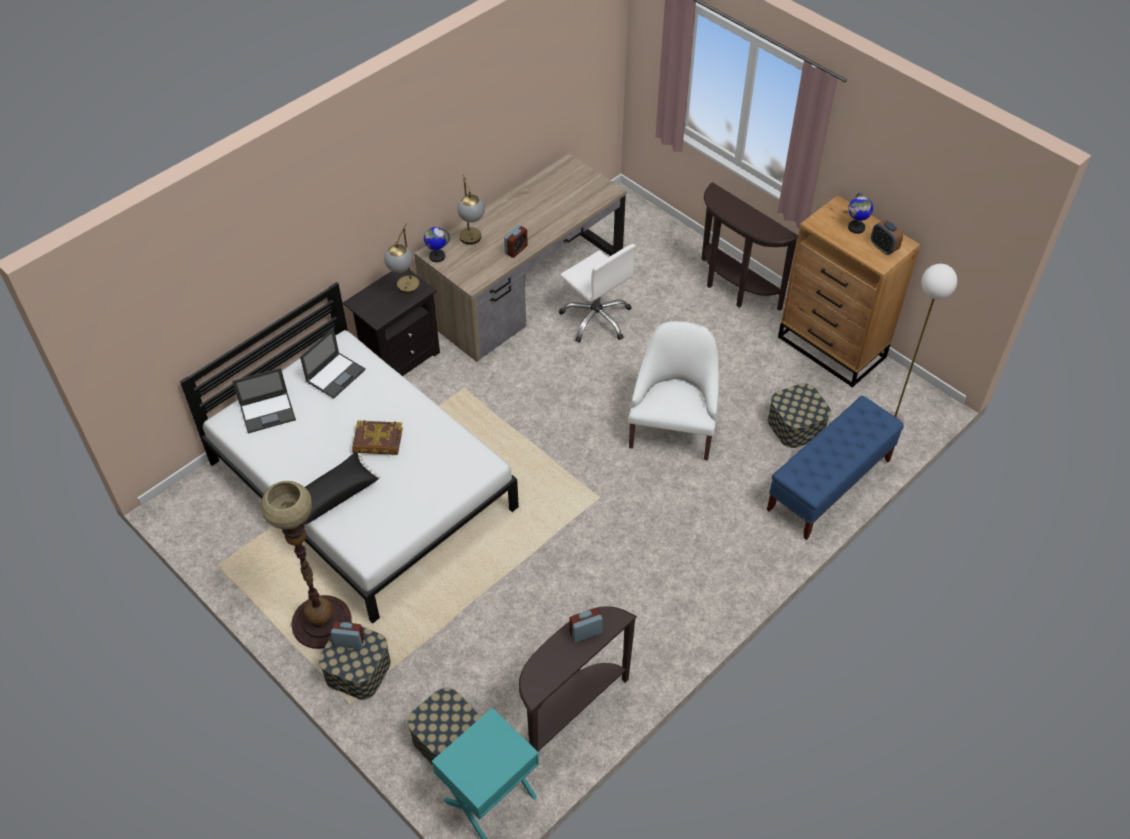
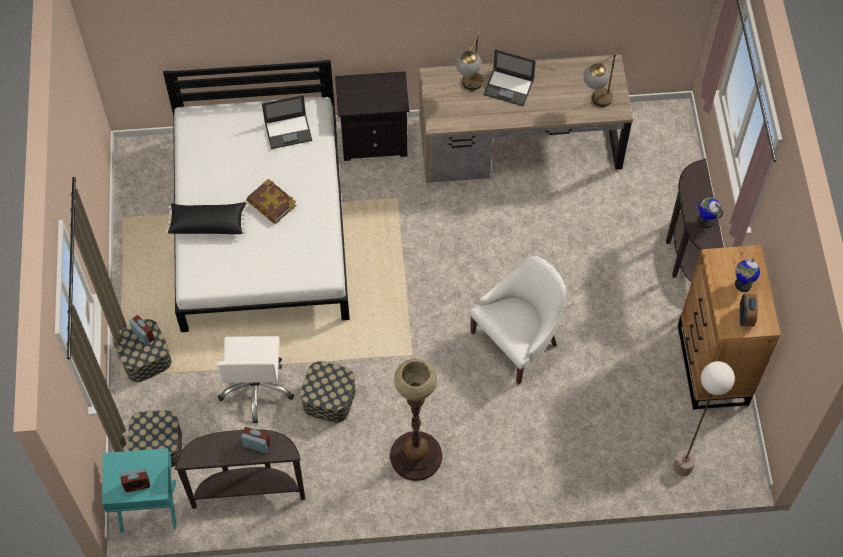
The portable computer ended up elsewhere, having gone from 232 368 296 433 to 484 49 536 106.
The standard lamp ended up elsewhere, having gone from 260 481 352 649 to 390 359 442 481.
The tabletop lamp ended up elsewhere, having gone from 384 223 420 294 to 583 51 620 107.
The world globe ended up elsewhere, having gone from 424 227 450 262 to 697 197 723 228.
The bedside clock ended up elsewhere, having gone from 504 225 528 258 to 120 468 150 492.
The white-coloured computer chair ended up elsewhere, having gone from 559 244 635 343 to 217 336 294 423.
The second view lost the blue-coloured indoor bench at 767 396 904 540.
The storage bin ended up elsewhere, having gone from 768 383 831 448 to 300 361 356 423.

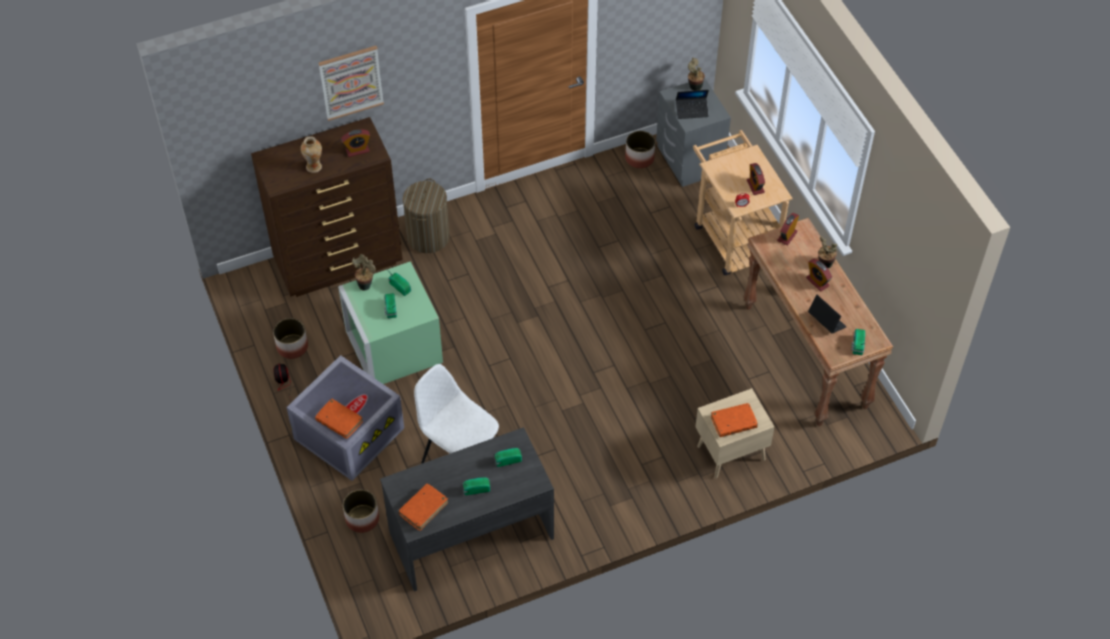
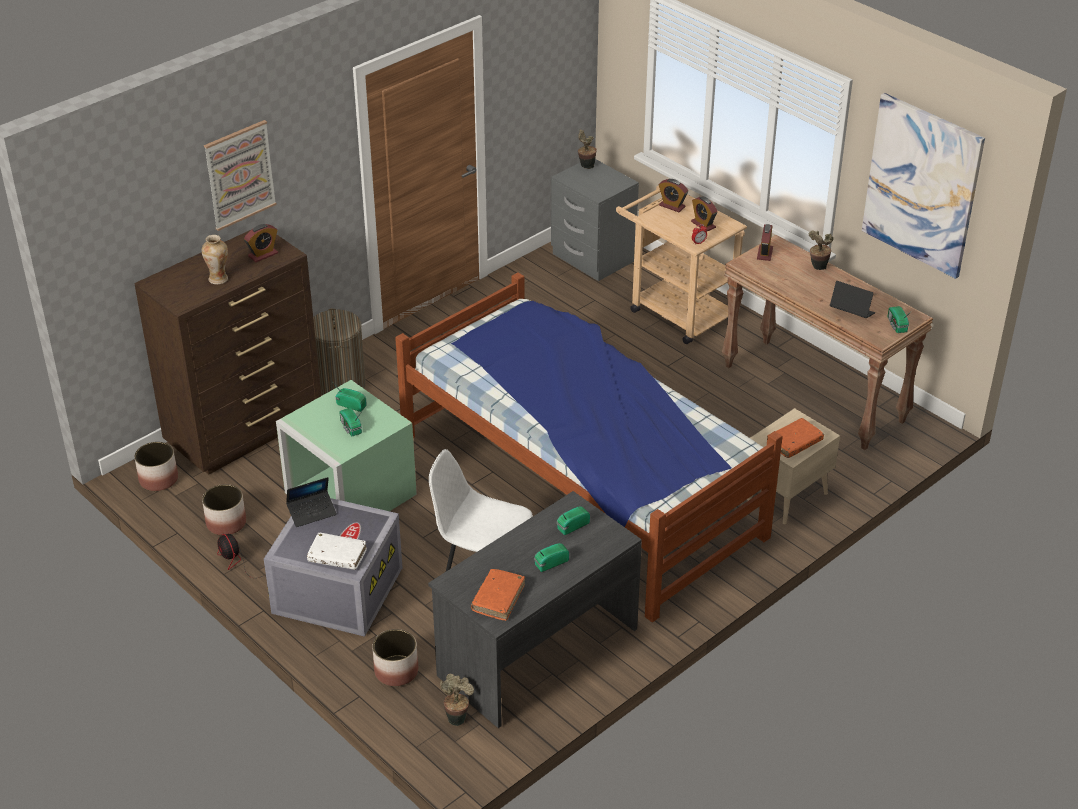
What was the orangey book at 315 399 363 439 turned into the white-coloured book at 307 533 367 570.
The plant in a pot ended up elsewhere, having gone from 352 254 376 291 to 440 674 474 726.
The flower pot ended up elsewhere, having gone from 625 131 655 169 to 134 442 178 491.
The portable computer ended up elsewhere, having gone from 676 90 709 119 to 286 477 337 527.
The bedside clock ended up elsewhere, having gone from 806 259 832 292 to 659 179 688 212.
The second view gained the bedroom bed at 395 273 782 622.
The second view gained the wall art at 862 93 985 279.

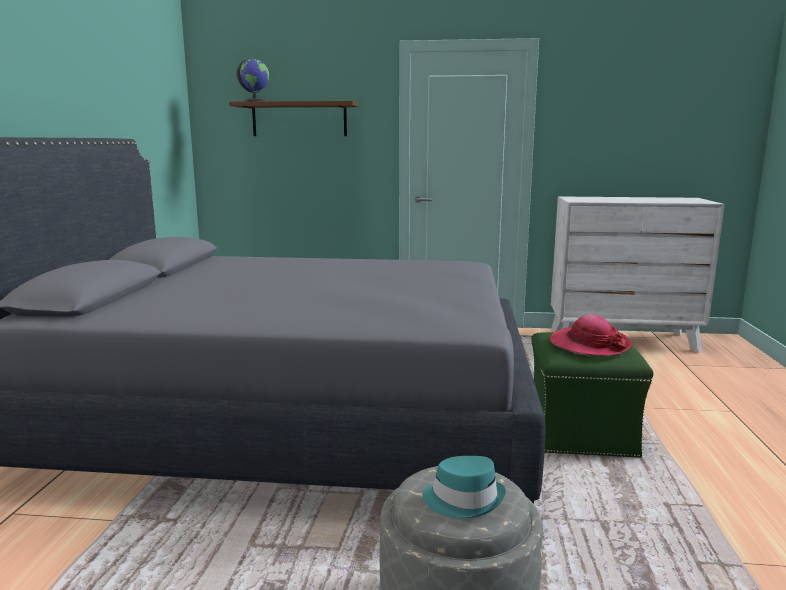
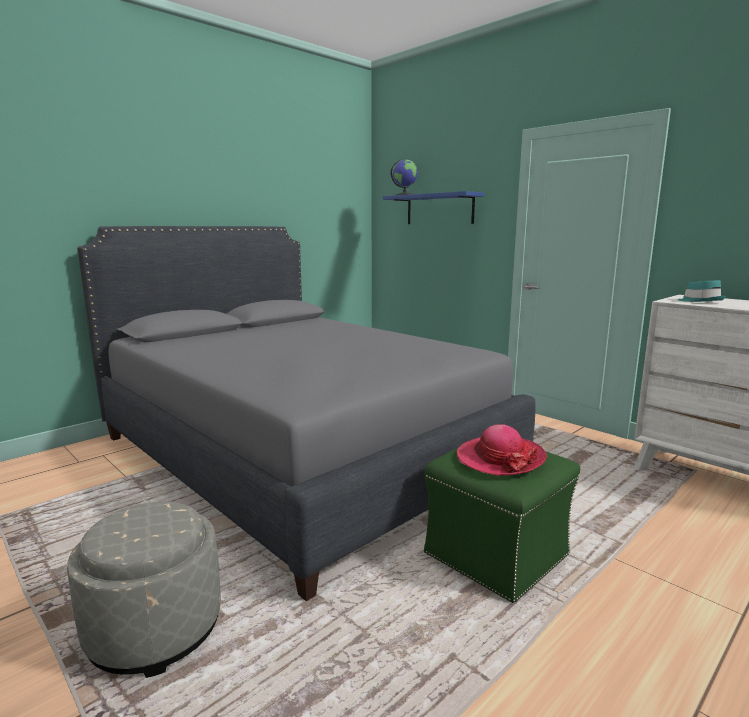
What was the brownish bracket shelf at 229 101 358 136 turned into the blue-coloured bracket shelf at 383 191 484 224.
The turquoise hat ended up elsewhere, having gone from 422 456 506 518 to 677 281 726 302.

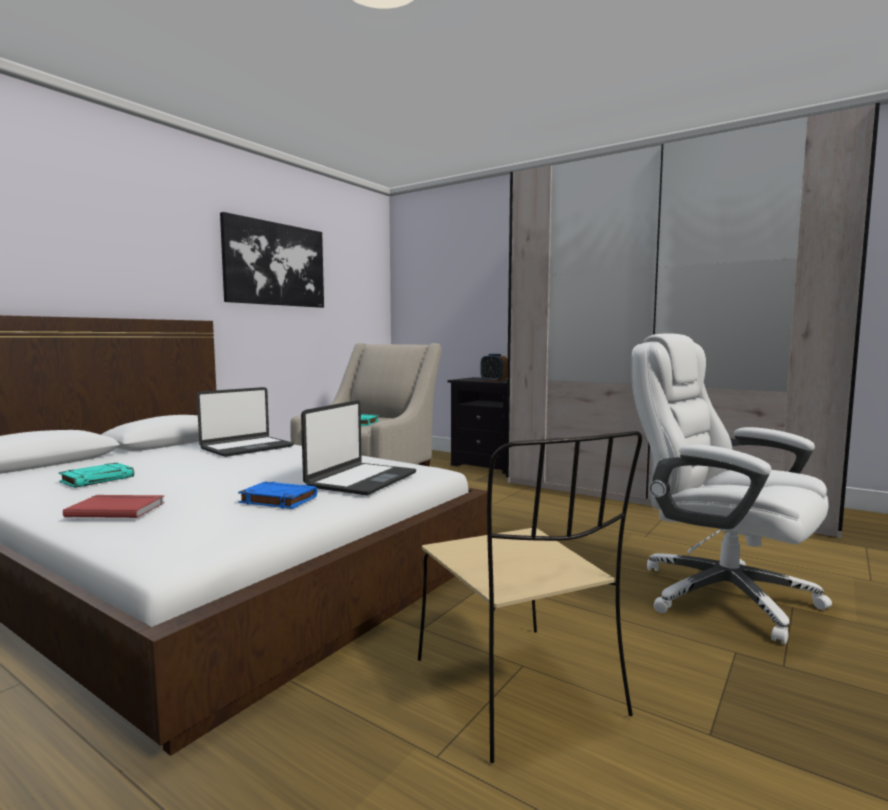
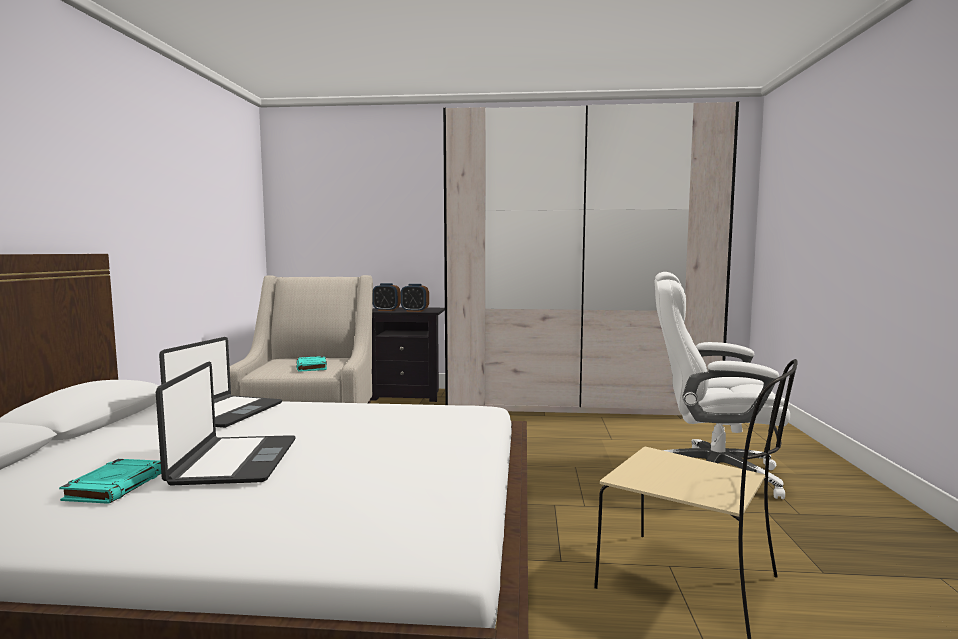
The second view lost the red-coloured book at 63 495 165 518.
The second view lost the wall art at 220 212 324 308.
The second view lost the blue-coloured book at 238 482 317 509.
The portable computer ended up elsewhere, having gone from 301 400 416 495 to 156 361 296 485.
The second view gained the bedside clock at 373 283 401 311.

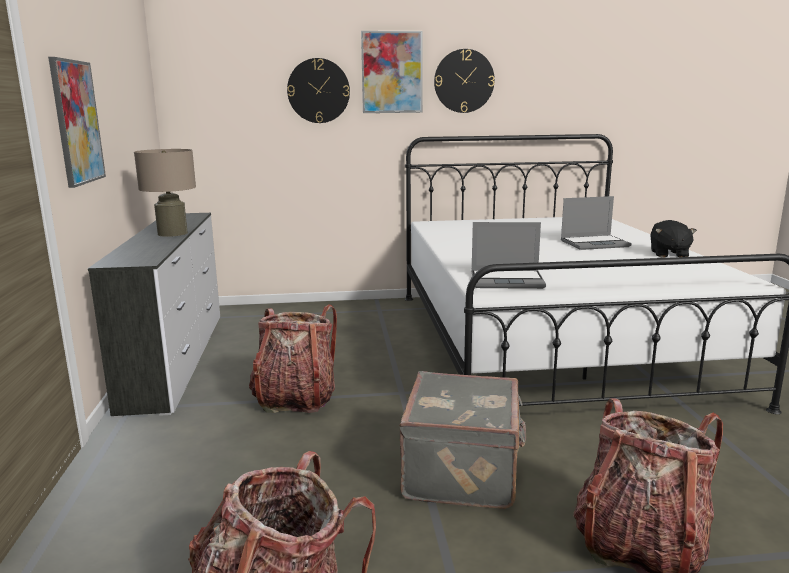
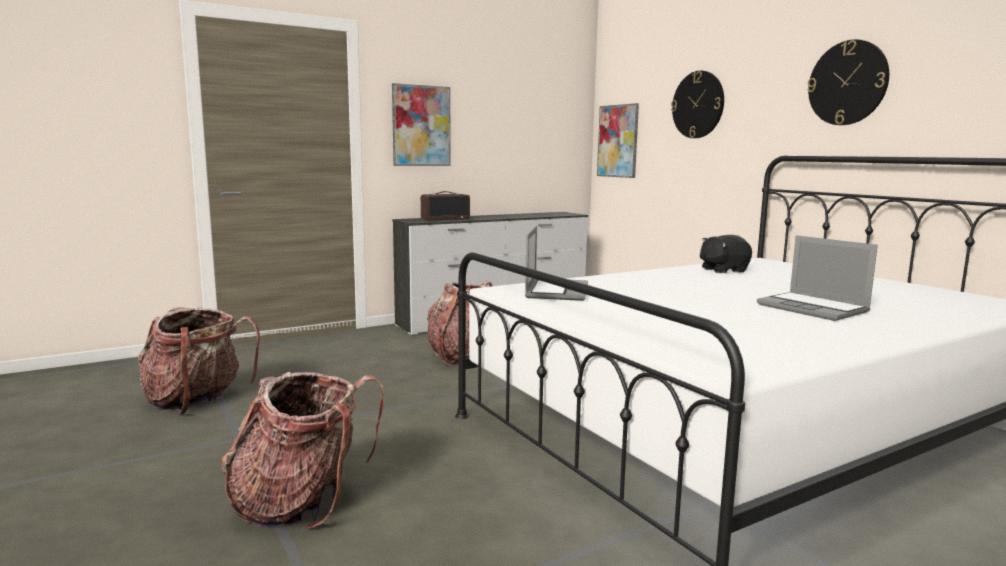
The second view lost the sand-coloured tabletop lamp at 134 149 196 237.
The wall art ended up elsewhere, having gone from 361 31 423 113 to 597 103 639 178.
The second view lost the gray suitcase at 399 371 526 509.
The portable computer at 471 222 546 289 ended up facing another way, 150 degrees counterclockwise from before.
The black-coloured soft toy ended up elsewhere, having gone from 650 220 697 257 to 700 235 752 273.
The second view gained the radio set at 421 191 470 221.

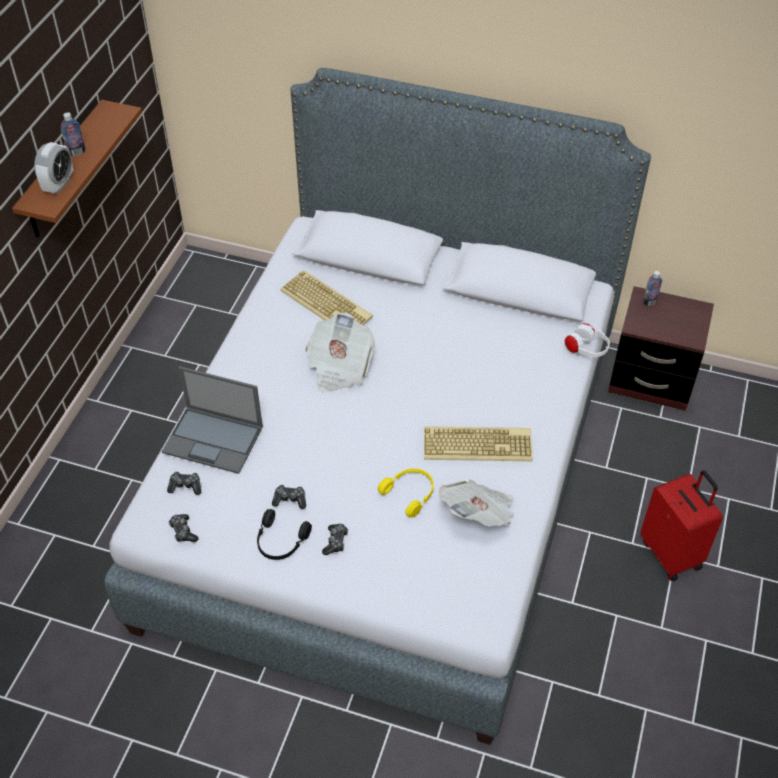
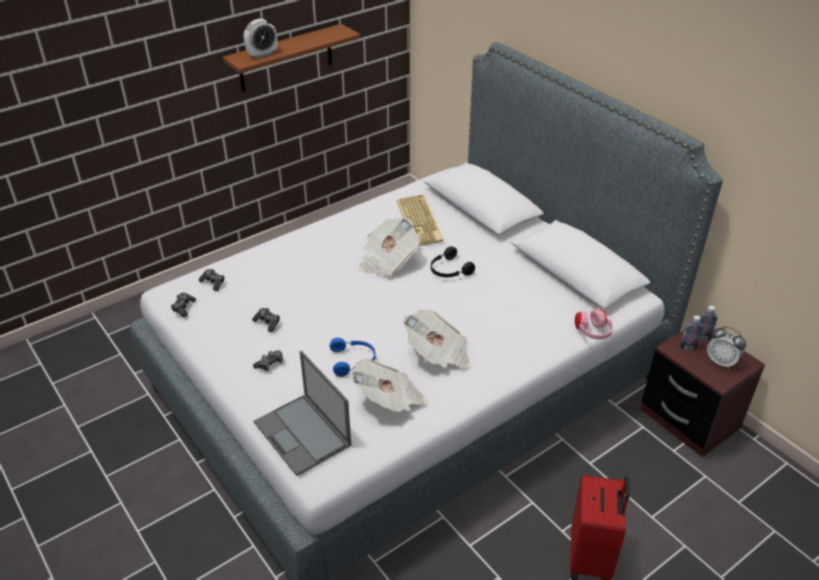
The bottle ended up elsewhere, having gone from 61 112 86 156 to 680 315 703 351.
The portable computer ended up elsewhere, having gone from 162 366 263 474 to 254 350 351 476.
The black-coloured headphones ended up elsewhere, having gone from 257 509 312 560 to 431 246 475 277.
What was the yellow-coloured headphones at 378 468 434 518 turned into the blue-coloured headphones at 330 338 376 377.
Where the PC keyboard stood at 424 426 533 461, the daily paper came to stand at 403 310 470 369.
What was the white-coloured headphones at 565 323 610 357 turned into the pink headphones at 575 309 613 340.
The second view gained the bedside clock at 707 326 746 369.

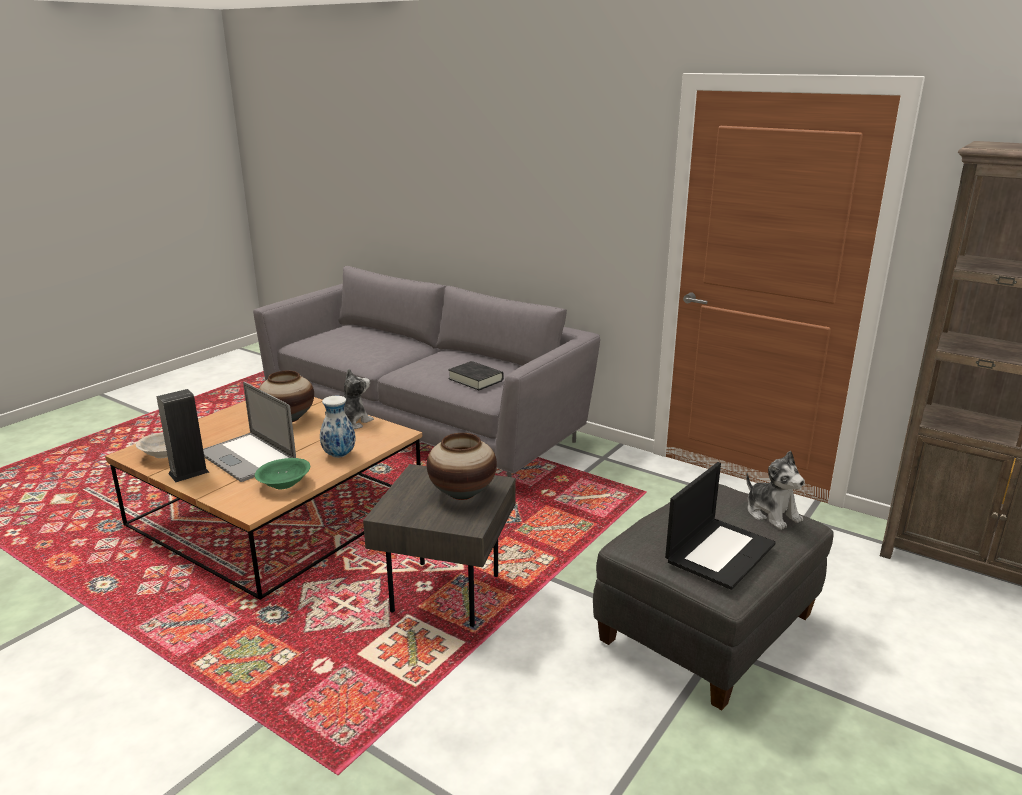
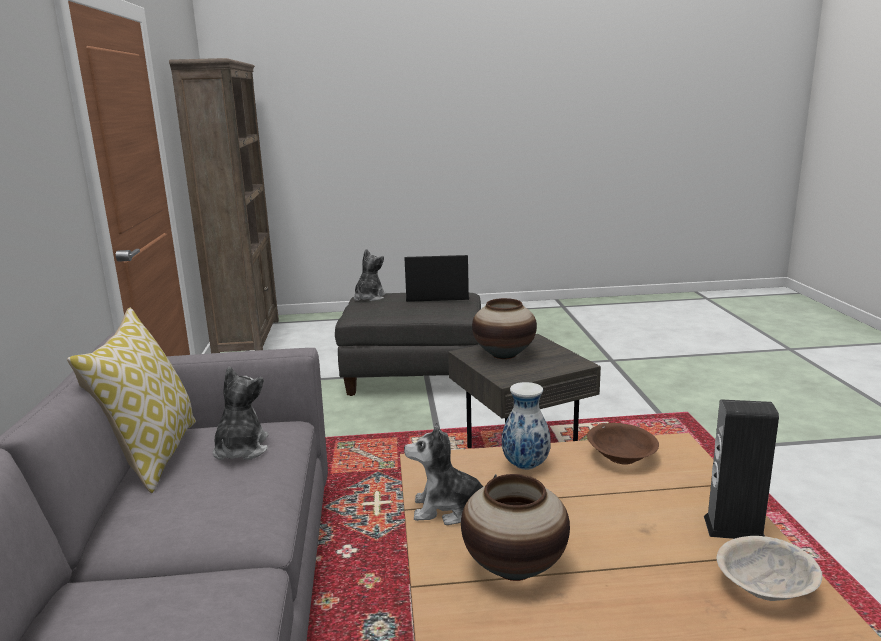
The second view lost the portable computer at 203 382 296 482.
What was the green serving bowl at 255 458 310 490 turned into the brownish serving bowl at 587 423 659 464.
Where the black-coloured book stood at 448 361 504 390, the soft toy came to stand at 213 367 268 460.
The second view gained the pillow at 67 307 196 493.

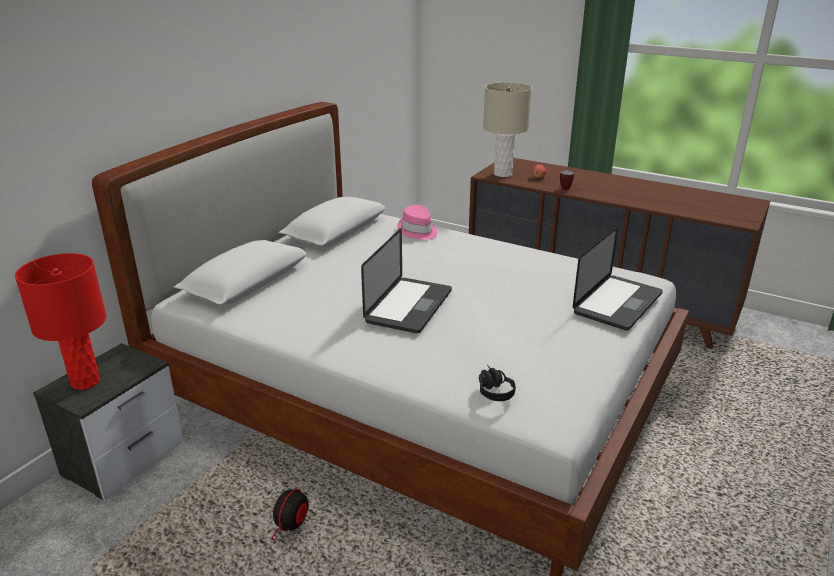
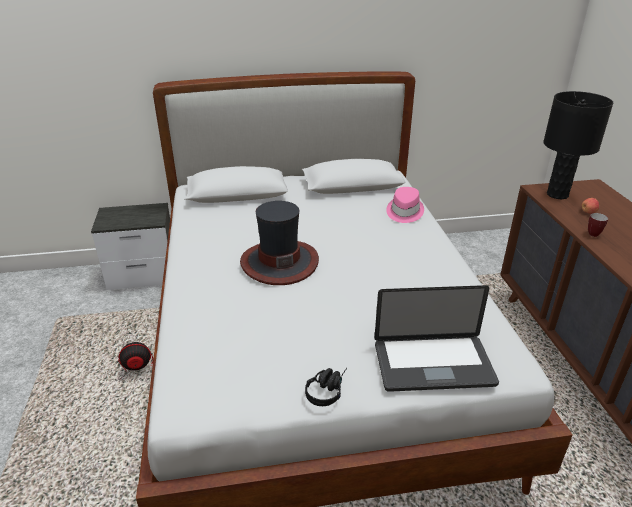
The second view lost the red-coloured tabletop lamp at 15 253 106 390.
Where the portable computer stood at 361 228 452 334, the hat came to stand at 240 201 319 285.
The black-coloured headphones ended up elsewhere, having gone from 479 365 516 401 to 305 368 347 406.
What was the sand-coloured tabletop lamp at 483 82 532 177 turned into the black-coloured tabletop lamp at 543 91 613 199.

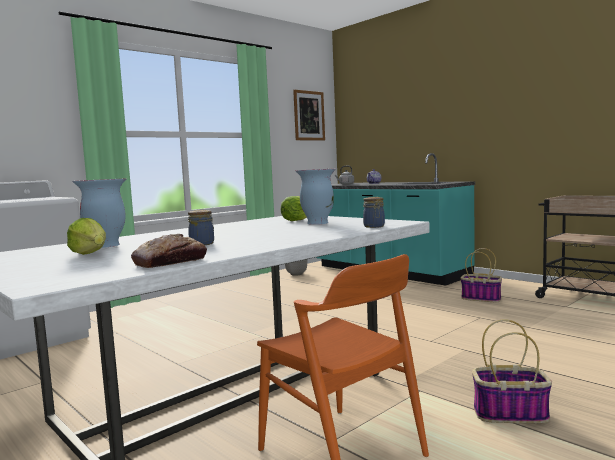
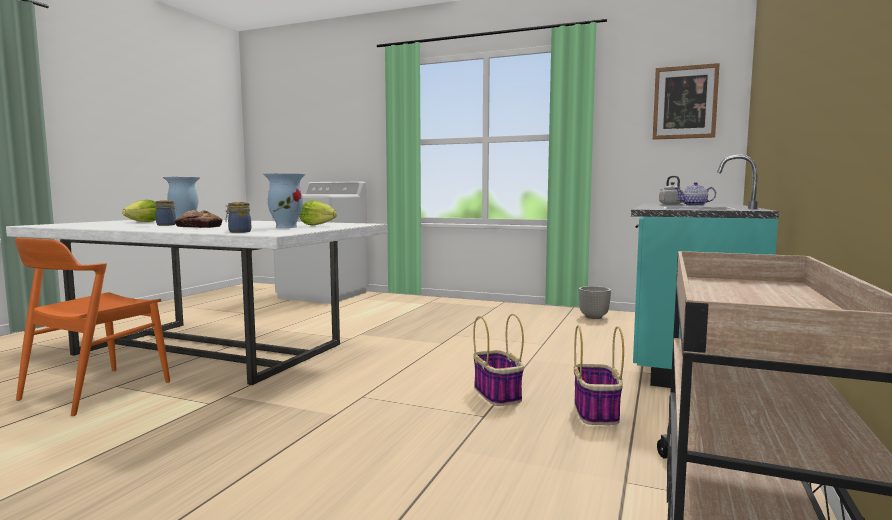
The bakery bread ended up elsewhere, having gone from 131 234 207 268 to 174 210 222 228.
The household basket ended up elsewhere, having gone from 472 319 552 423 to 473 314 524 406.

